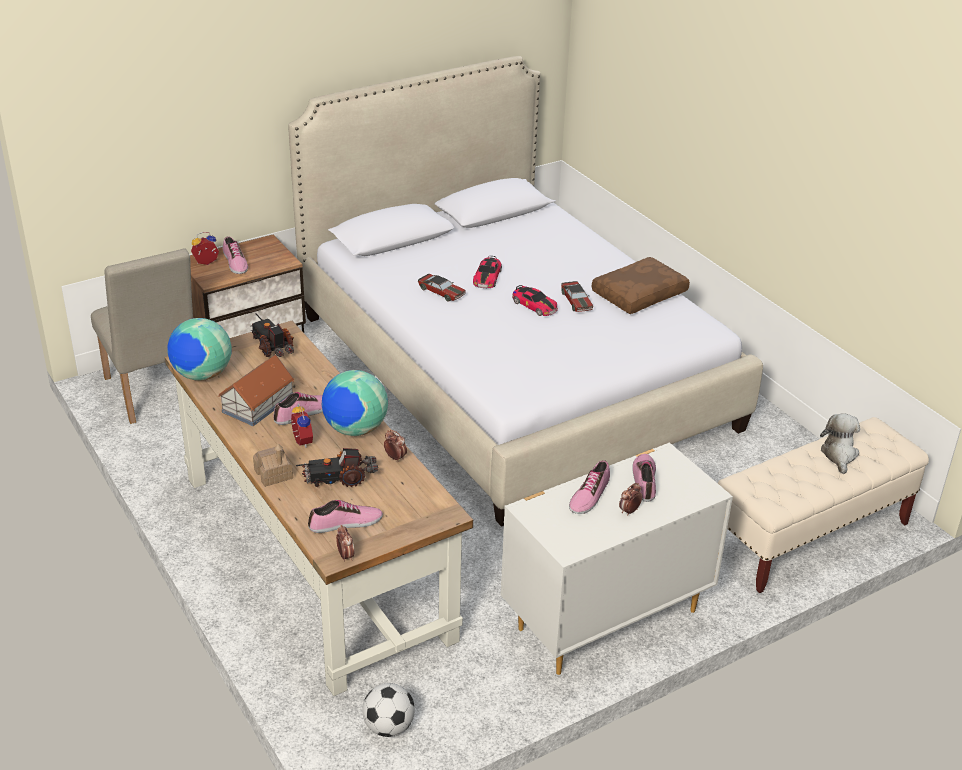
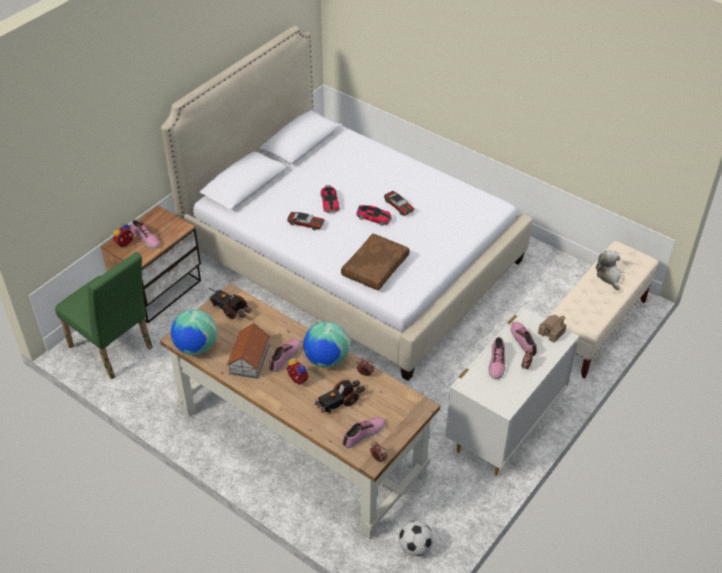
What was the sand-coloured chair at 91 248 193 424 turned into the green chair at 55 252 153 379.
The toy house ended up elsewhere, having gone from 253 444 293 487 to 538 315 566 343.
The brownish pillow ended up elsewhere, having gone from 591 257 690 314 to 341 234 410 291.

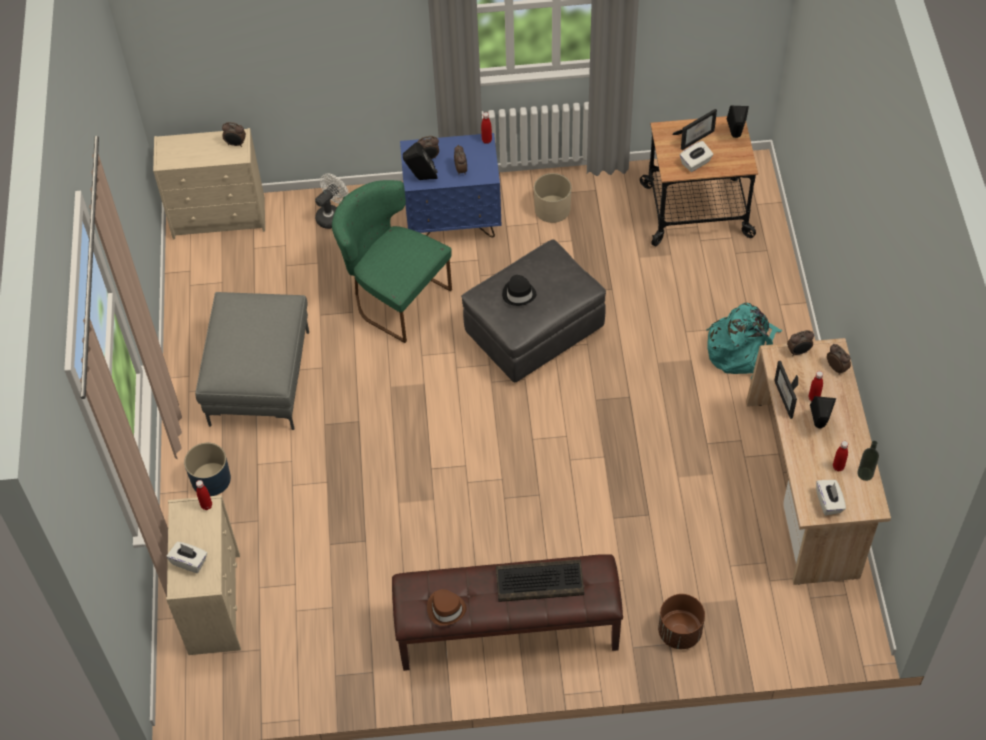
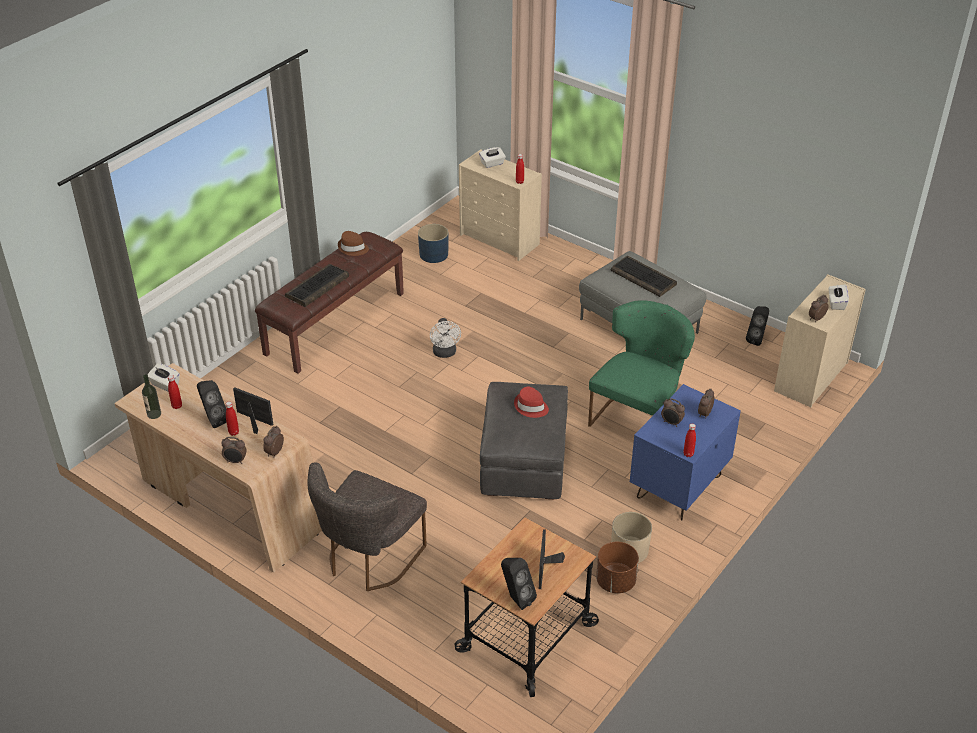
The blue-coloured flower pot ended up elsewhere, having gone from 184 443 231 496 to 418 224 448 263.
The white-coloured cooling fan ended up elsewhere, having gone from 315 173 349 229 to 430 318 461 358.
The green chair at 332 180 452 343 ended up facing another way, 45 degrees counterclockwise from before.
The black-coloured audio speaker ended up elsewhere, having gone from 403 142 438 180 to 746 306 769 346.
What was the black-coloured hat at 502 275 536 306 turned into the red-coloured hat at 514 387 549 418.
The brownish flower pot ended up elsewhere, having gone from 658 594 705 649 to 596 542 639 593.
The white-coloured box of tissues ended up elsewhere, having gone from 680 141 713 172 to 829 285 849 310.
Where the turquoise knapsack stood at 706 303 782 379, the gray chair came to stand at 308 463 427 591.
The second view gained the PC keyboard at 611 256 677 297.

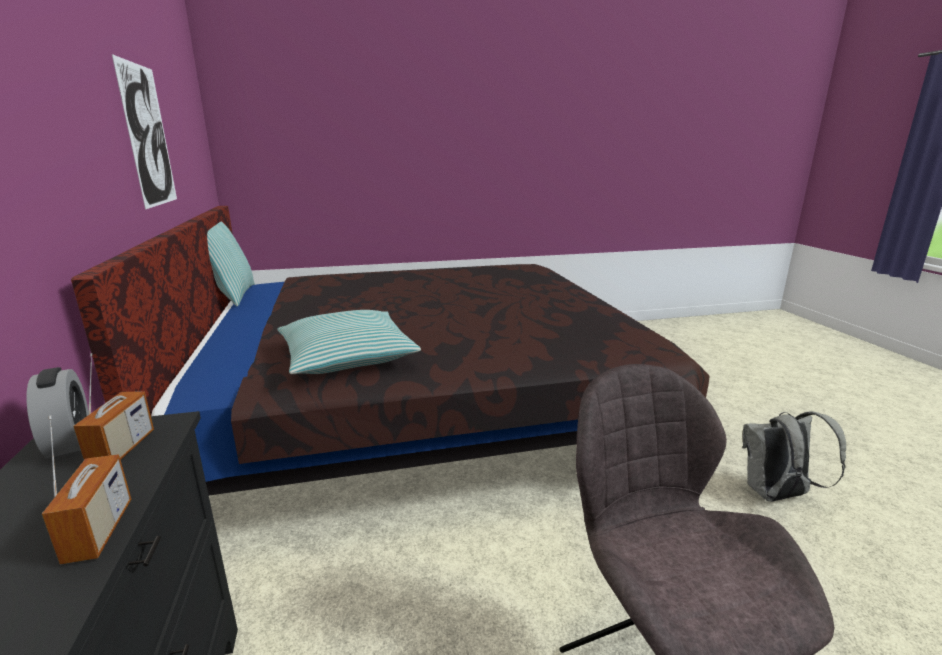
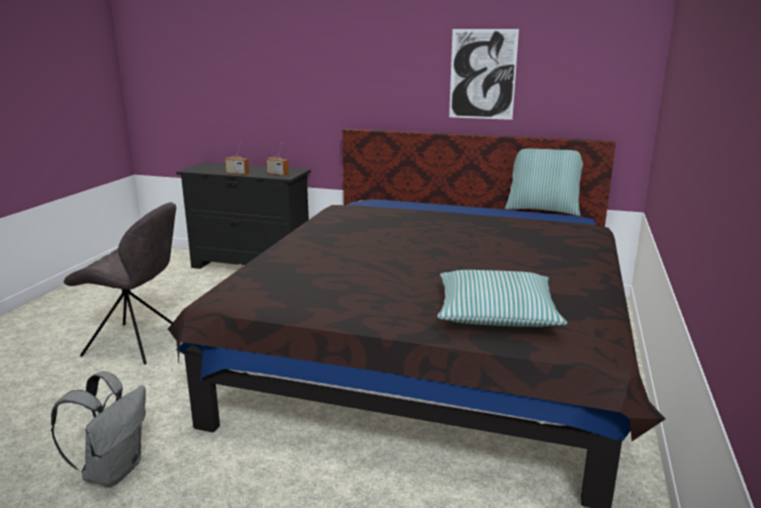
The second view lost the bedside clock at 27 367 89 458.
The pillow ended up elsewhere, having gone from 278 310 421 374 to 437 270 567 327.

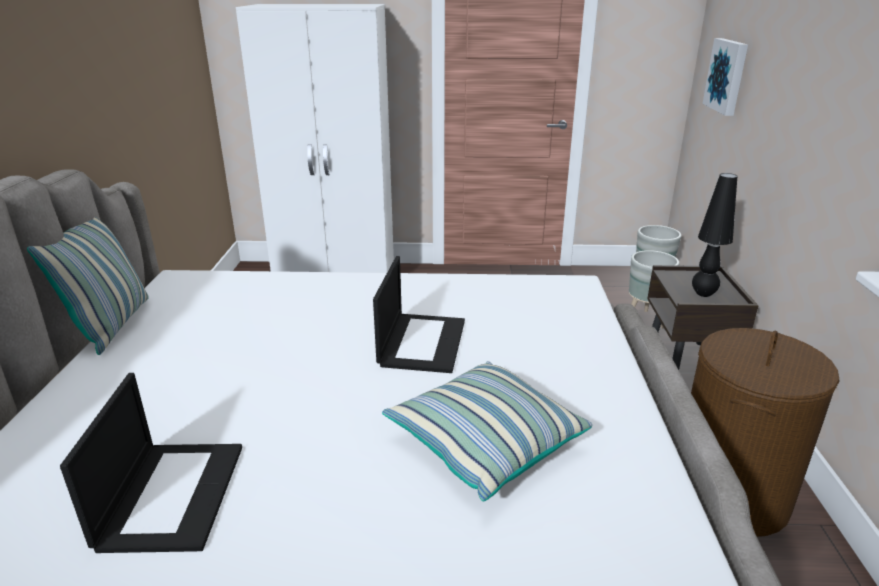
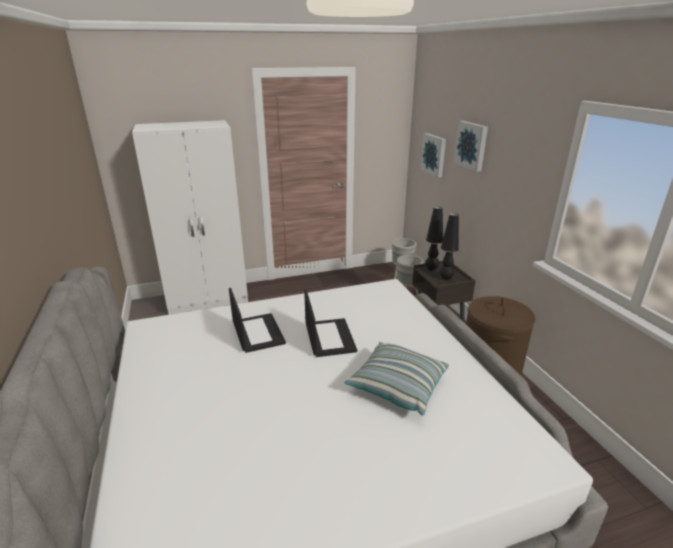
The second view lost the pillow at 27 217 149 355.
The portable computer ended up elsewhere, having gone from 60 373 242 553 to 229 288 286 353.
The second view gained the black-coloured tabletop lamp at 425 206 443 271.
The second view gained the wall art at 454 121 488 172.

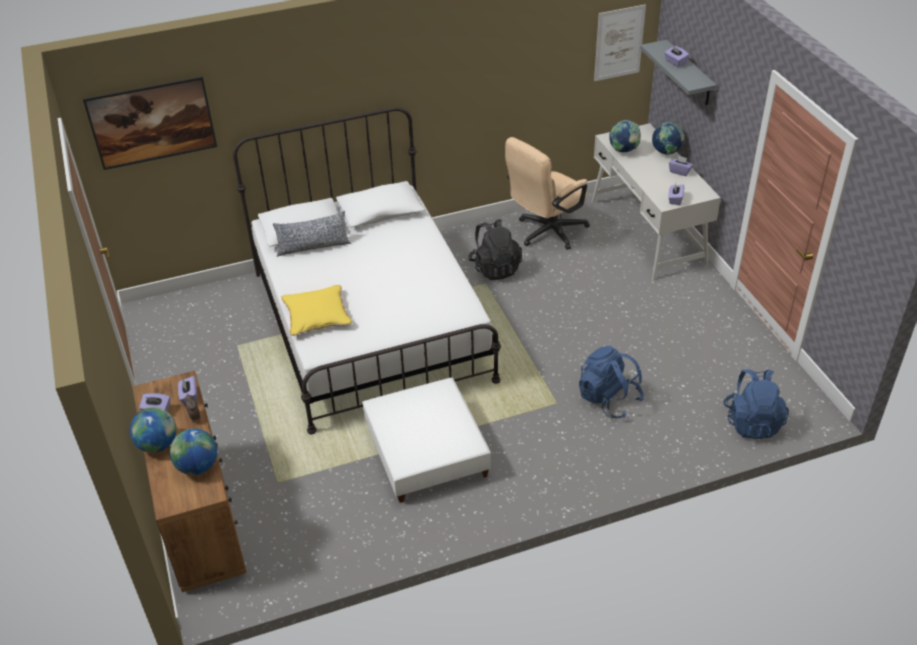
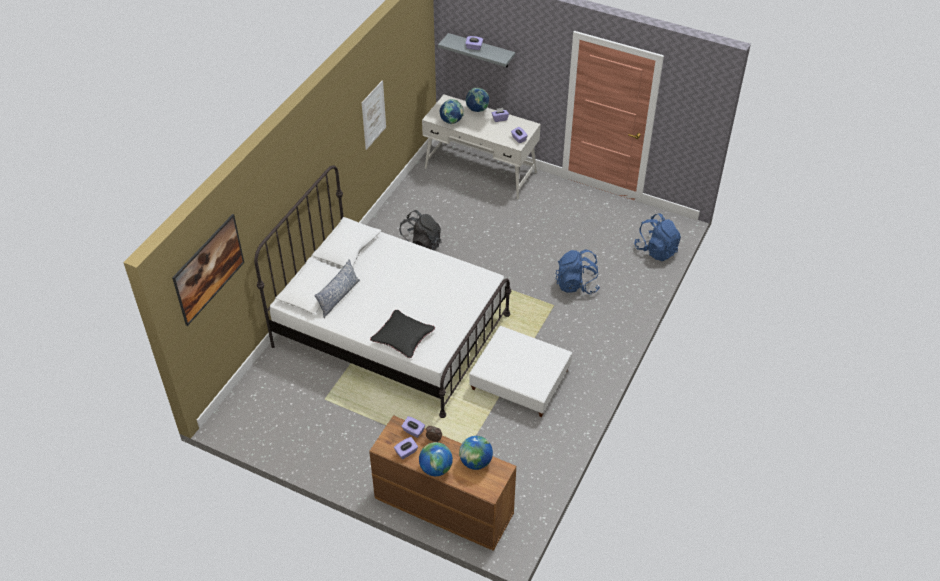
What was the yellow-coloured pillow at 281 285 352 336 turned into the black-coloured pillow at 370 310 435 358.
The second view lost the sand-coloured computer chair at 505 137 590 250.
The wall art ended up elsewhere, having gone from 594 4 646 81 to 362 80 386 150.

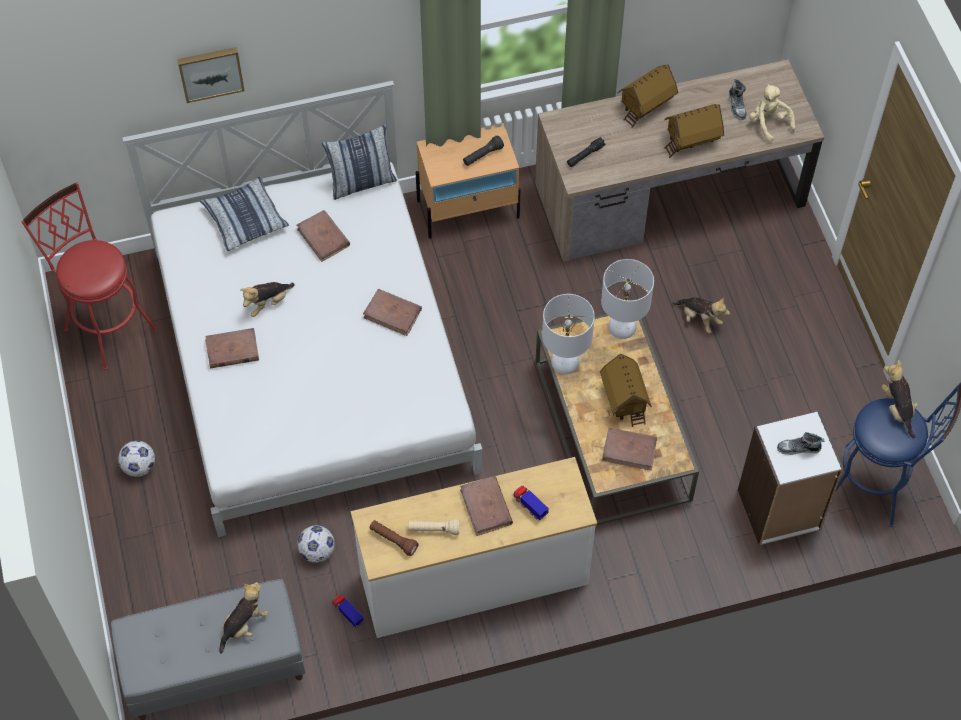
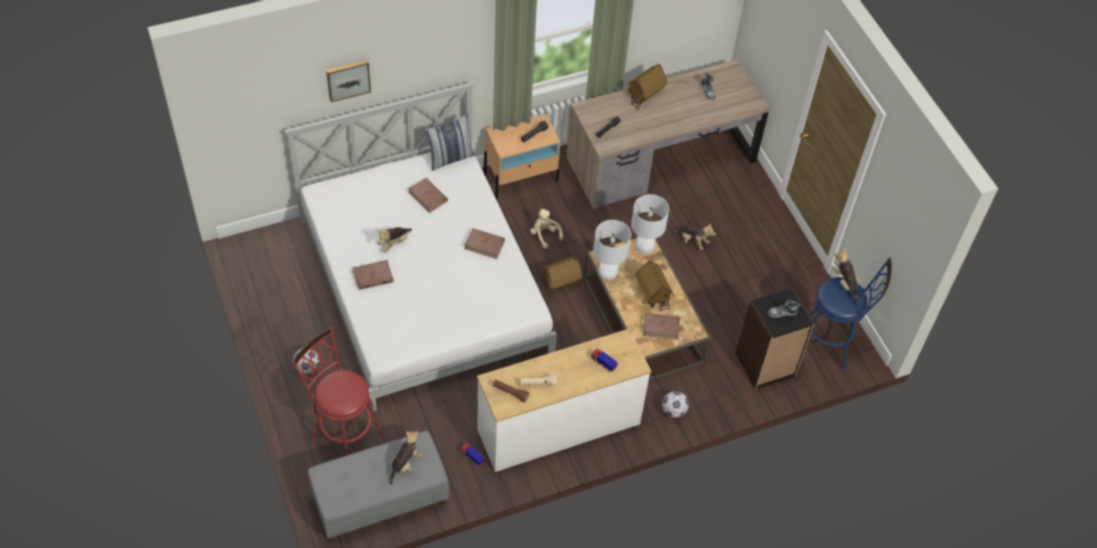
The red-coloured stool seat ended up elsewhere, having gone from 21 182 158 370 to 292 327 385 456.
The second view lost the pillow at 200 176 289 251.
The ball for football ended up elsewhere, having gone from 298 525 335 563 to 662 391 689 418.
The second view lost the brownish book at 460 476 513 536.
The toy house ended up elsewhere, having gone from 664 104 724 158 to 540 257 583 296.
What was the white-coloured bookcase at 738 411 844 545 turned into the black-coloured bookcase at 735 288 815 389.
The sand-coloured soft toy ended up elsewhere, having gone from 749 84 795 142 to 530 208 563 248.

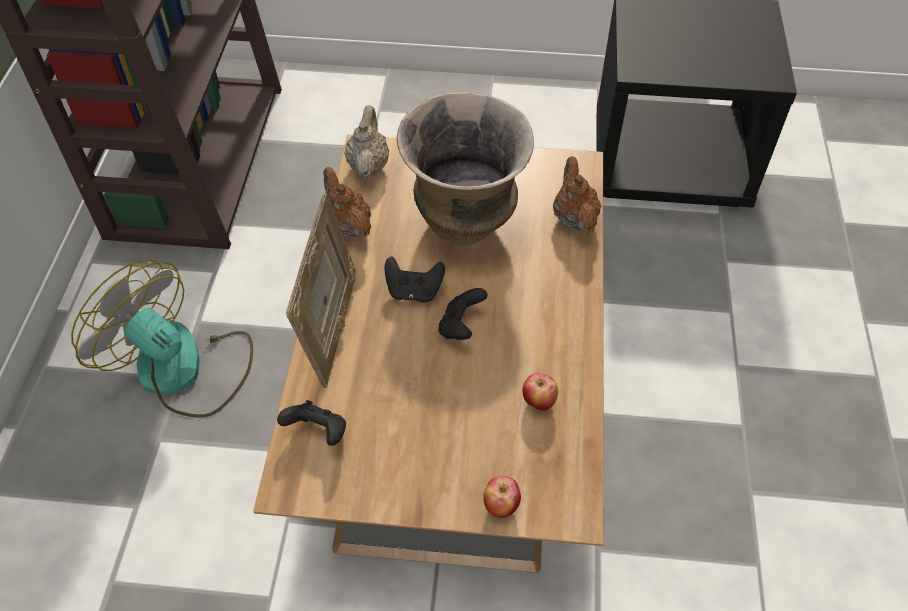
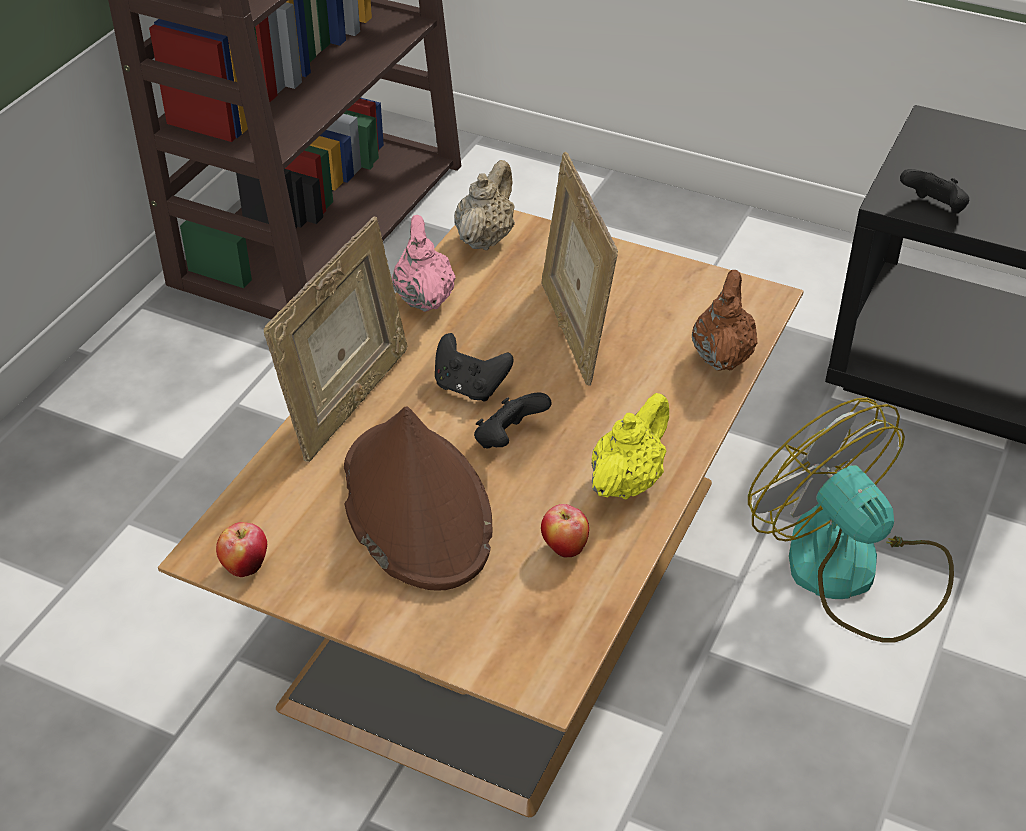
The cooling fan ended up elsewhere, having gone from 71 259 253 418 to 748 398 954 643.
The black-coloured gamepad ended up elsewhere, having gone from 277 400 346 446 to 900 169 969 213.
What was the brownish tea pot at 323 167 371 238 turned into the pink tea pot at 392 215 456 312.
Where the decorative vase stood at 397 92 534 246, the photo frame came to stand at 541 152 618 385.
The apple ended up elsewhere, having gone from 483 476 521 518 to 216 522 267 577.
The second view gained the brownish hat at 344 406 492 590.
The second view gained the yellow-coloured tea pot at 592 393 669 500.

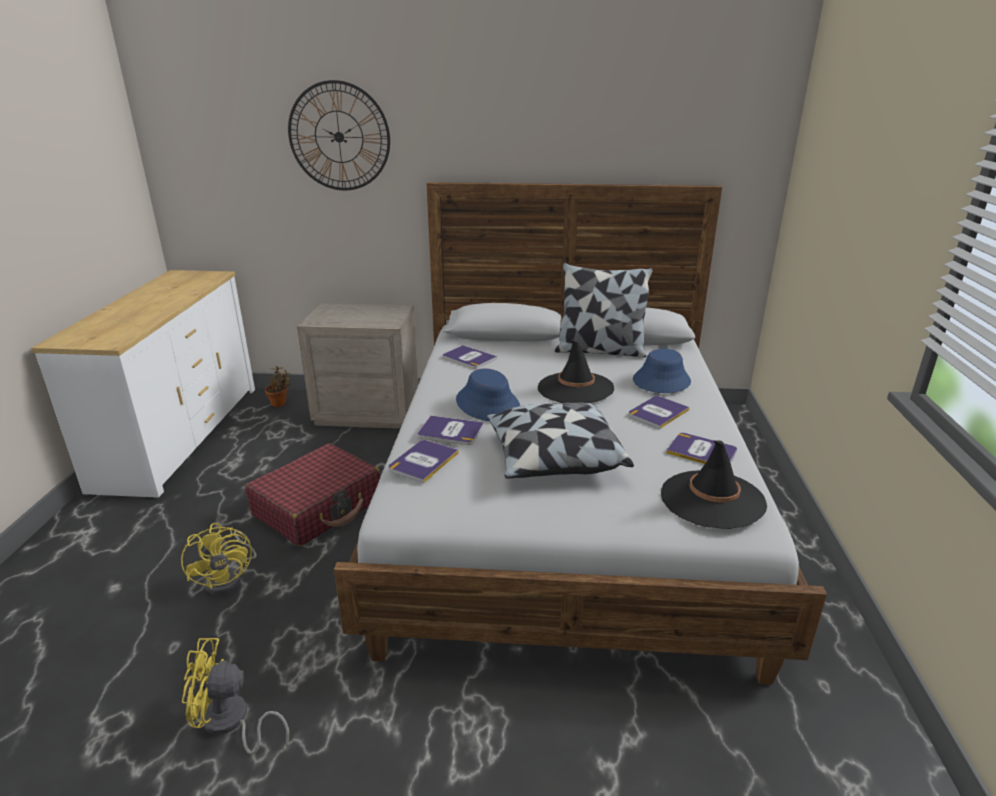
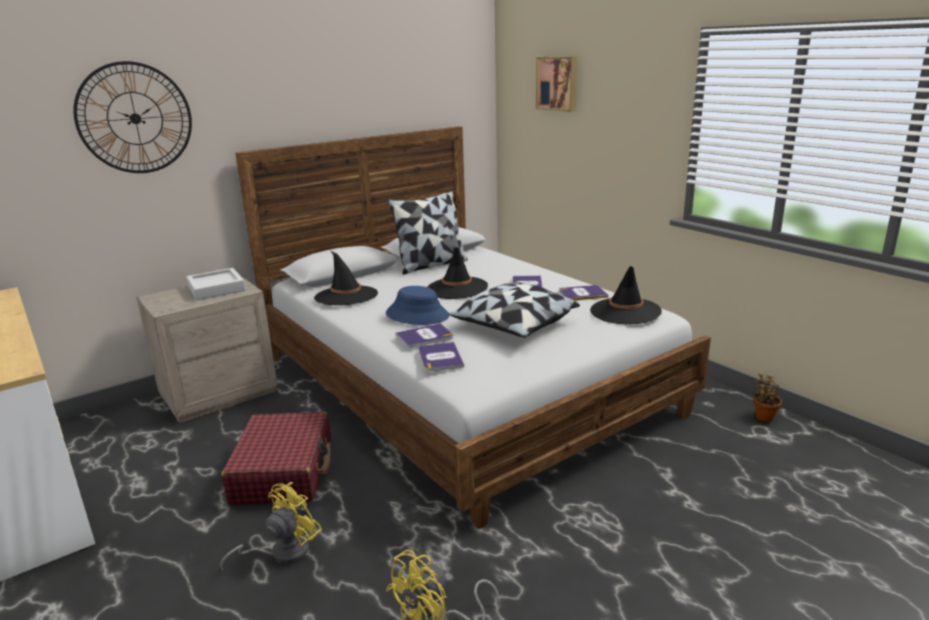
The yellow-coloured cooling fan at 181 523 257 595 ended up facing another way, 75 degrees counterclockwise from before.
The plant in a pot ended up elsewhere, having gone from 265 366 291 407 to 753 374 782 422.
Where the book stood at 443 345 497 369, the black-coloured hat came to stand at 314 251 378 305.
The second view lost the blue-coloured hat at 633 349 691 393.
The second view gained the gray carrying tray at 186 268 246 300.
The second view gained the wall art at 536 56 577 112.

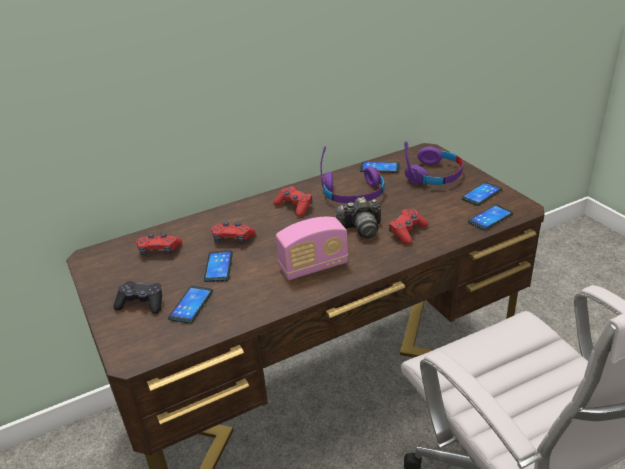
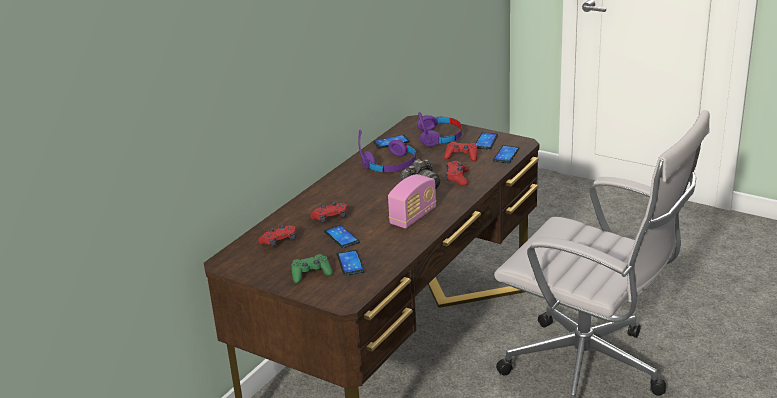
What was the black-coloured gamepad at 113 281 162 314 turned into the green gamepad at 291 254 333 283.
The red-coloured gamepad ended up elsewhere, having gone from 273 186 312 217 to 444 142 478 161.

